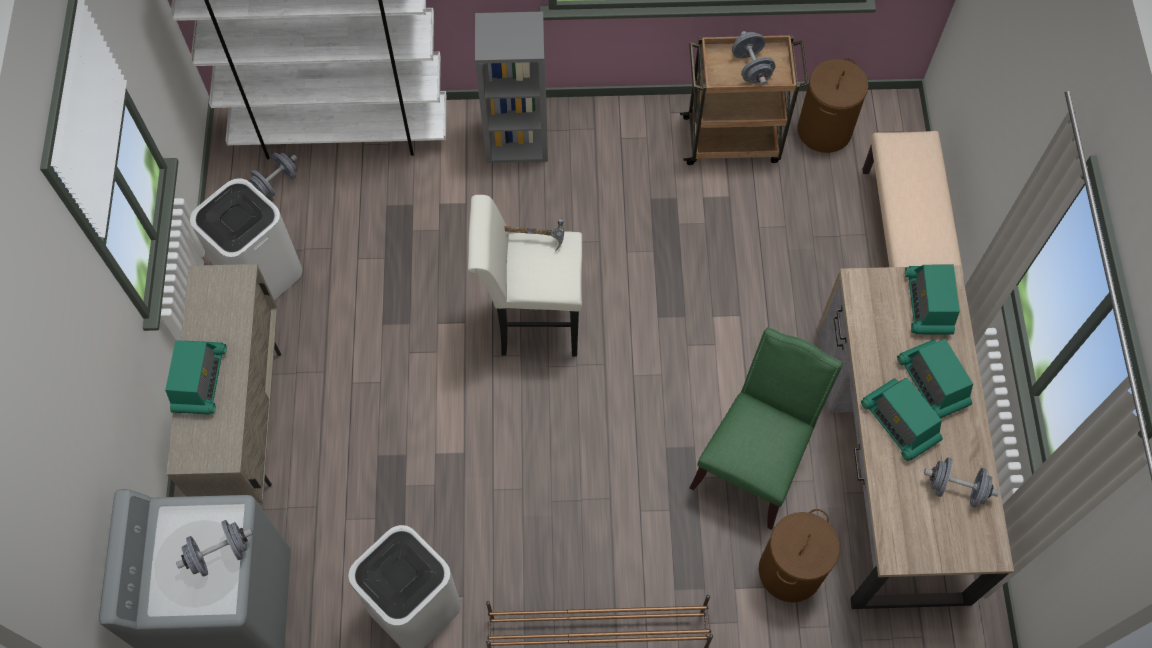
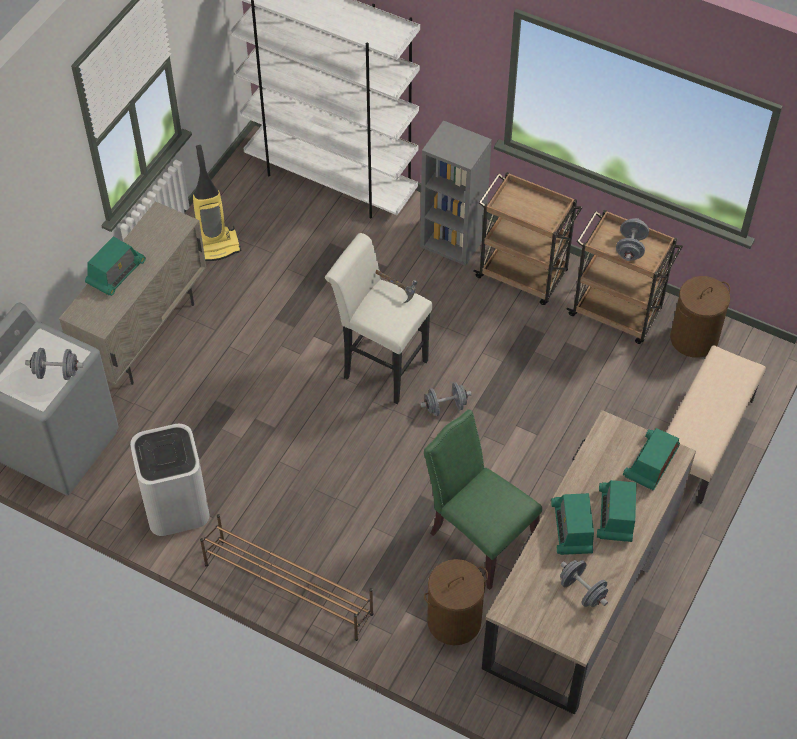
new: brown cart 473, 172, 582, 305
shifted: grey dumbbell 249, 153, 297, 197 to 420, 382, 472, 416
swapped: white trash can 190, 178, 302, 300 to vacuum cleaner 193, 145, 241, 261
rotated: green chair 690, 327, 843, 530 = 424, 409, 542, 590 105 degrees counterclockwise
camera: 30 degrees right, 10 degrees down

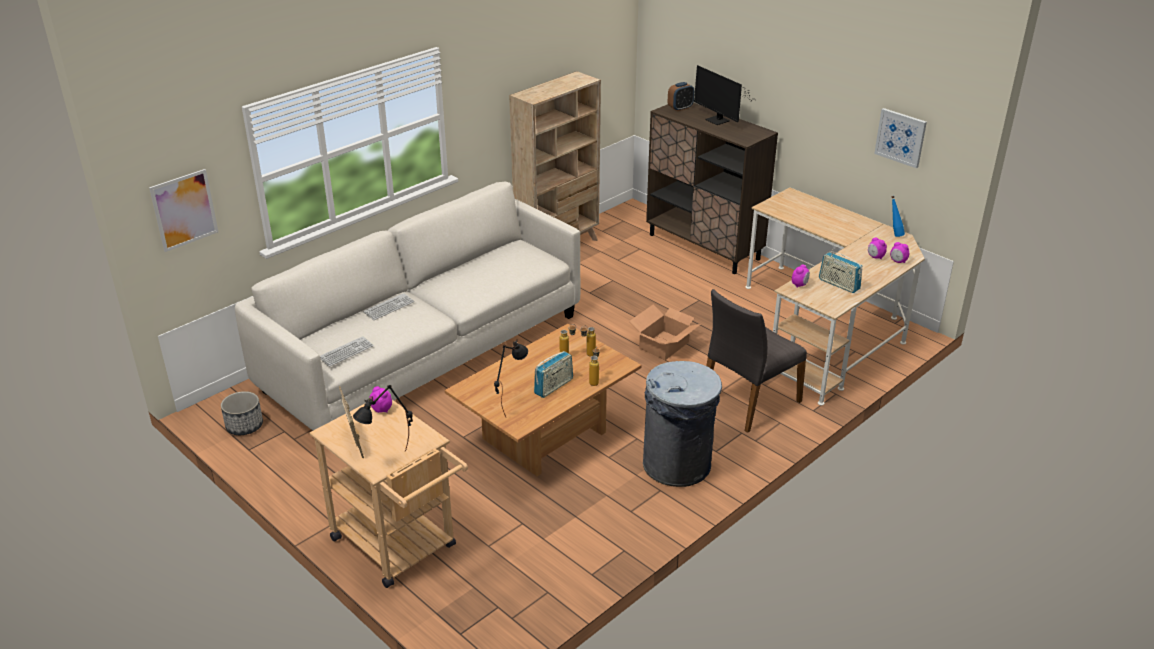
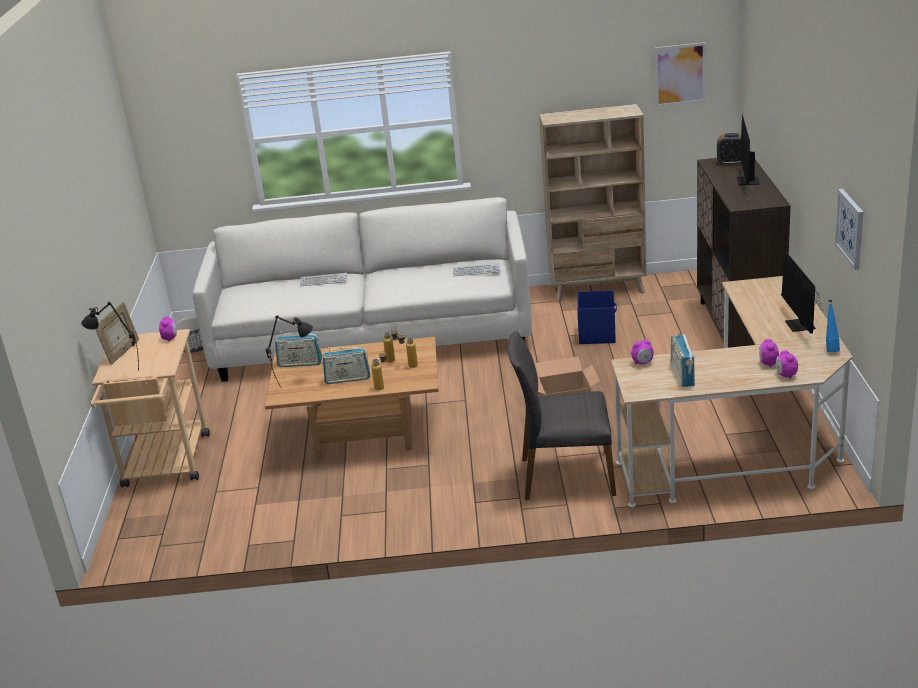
gone: grey trash can 643, 361, 722, 487
new: radio 275, 332, 322, 367; blue storage box 577, 290, 617, 344; monitor 781, 251, 825, 334
shifted: keyboard 320, 336, 374, 367 to 453, 263, 501, 276; picture 149, 169, 218, 252 to 655, 42, 706, 107
camera: 45 degrees right, 5 degrees down

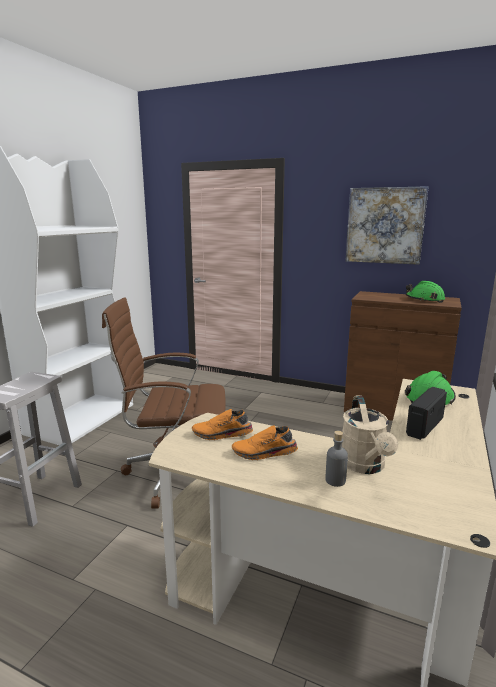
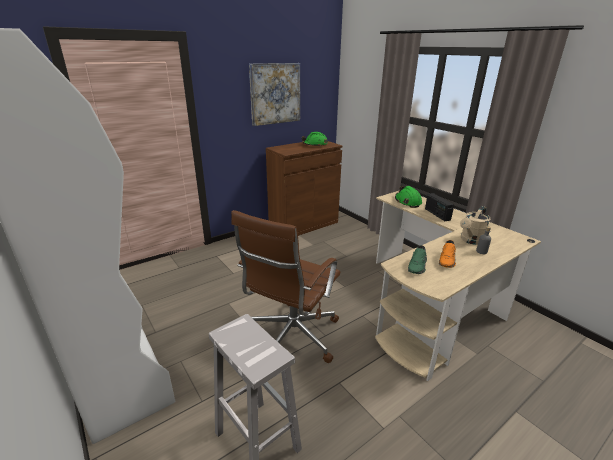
repainted: orange shoe 192, 409, 253, 440 to green shoe 408, 245, 427, 274
rotated: beige watering can 342, 396, 398, 474 = 460, 206, 490, 245 105 degrees clockwise
camera: 60 degrees left, 10 degrees up

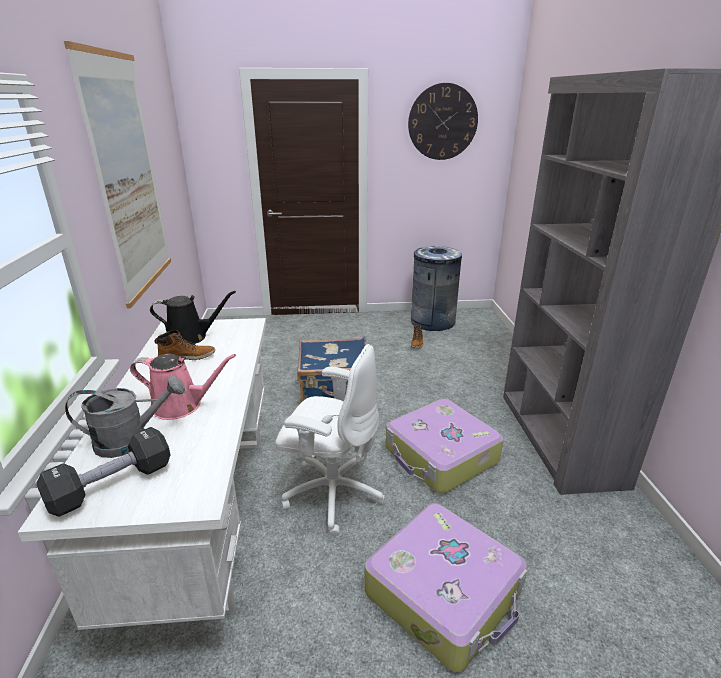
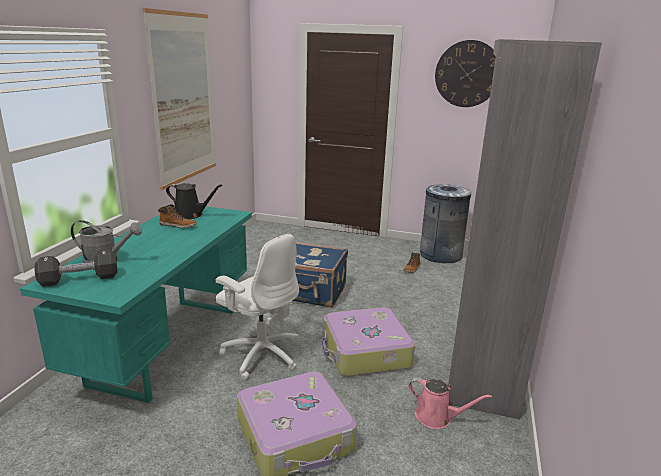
shifted: pink watering can 130, 354, 236, 420 to 409, 377, 492, 429
repainted: white desk 18, 318, 266, 630 to turquoise desk 20, 206, 252, 403
camera: 20 degrees right, 5 degrees down

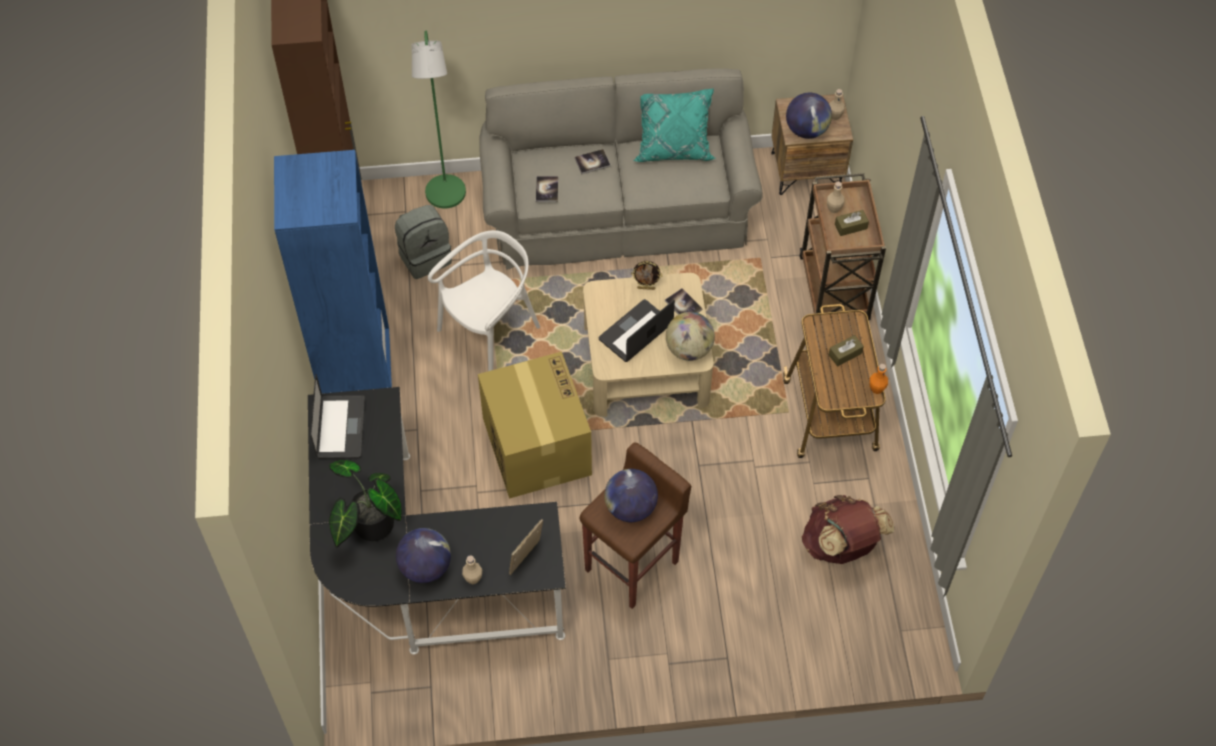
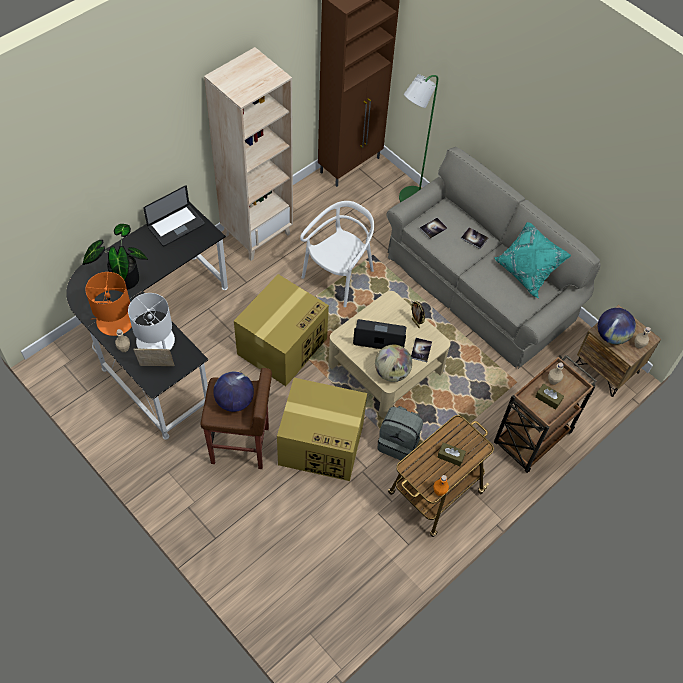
gone: brown backpack 802, 495, 894, 564
new: white table lamp 128, 293, 175, 350; cardboard box 277, 378, 367, 481
shifted: grey backpack 395, 205, 452, 279 to 377, 406, 423, 460
swapped: globe 396, 528, 451, 583 to orange table lamp 85, 272, 132, 336
repainted: blue bookcase 274, 150, 392, 394 to beige bookcase 204, 47, 293, 261
rotated: white chair 428, 230, 540, 371 = 300, 201, 374, 307 60 degrees counterclockwise
camera: 50 degrees right, 0 degrees up

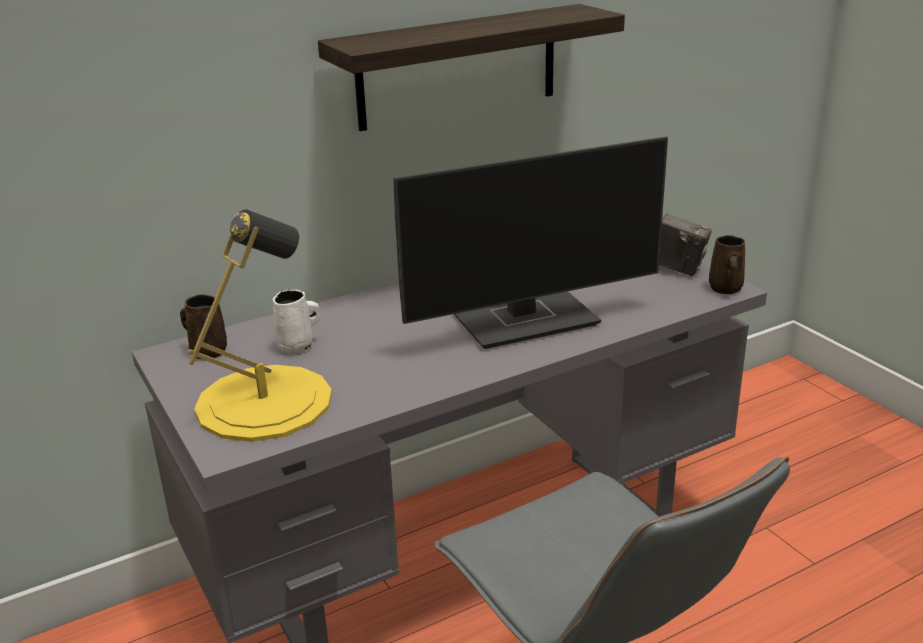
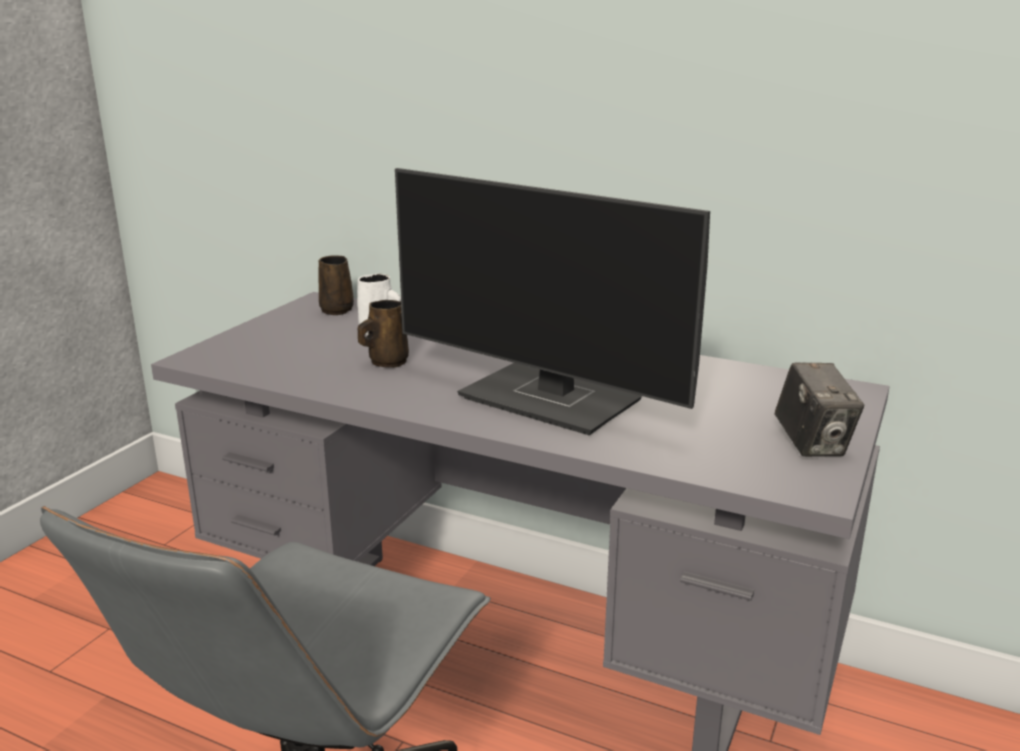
gone: yellow table lamp 188, 209, 332, 442; shelf 318, 4, 625, 131
shifted: brown mug 709, 235, 745, 294 to 358, 300, 409, 368
camera: 55 degrees right, 5 degrees down

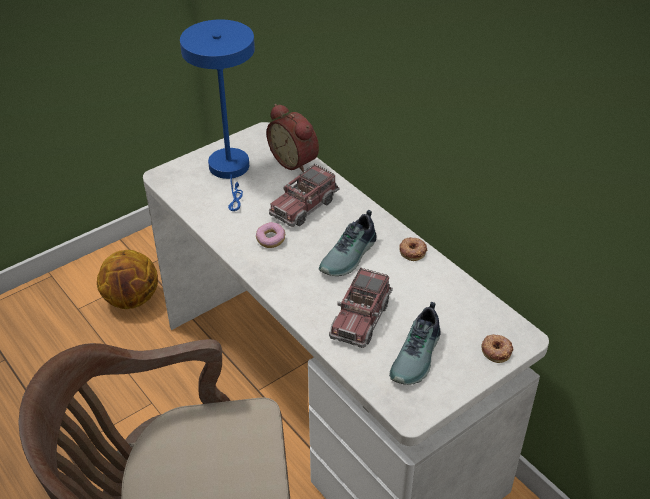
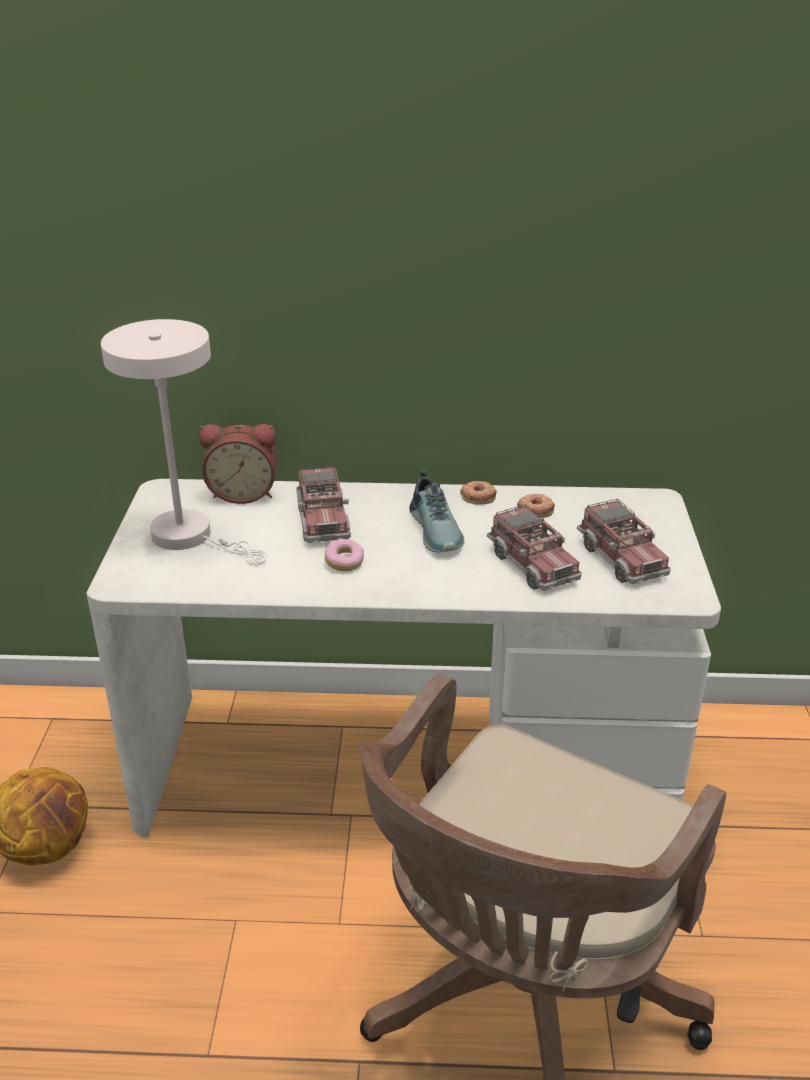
shifted: donut 481, 334, 513, 363 to 517, 494, 555, 518
swapped: shoe 389, 302, 440, 385 to toy truck 577, 499, 671, 584
repainted: blue table lamp 180, 19, 255, 211 to white table lamp 101, 319, 267, 566
camera: 50 degrees left, 10 degrees down

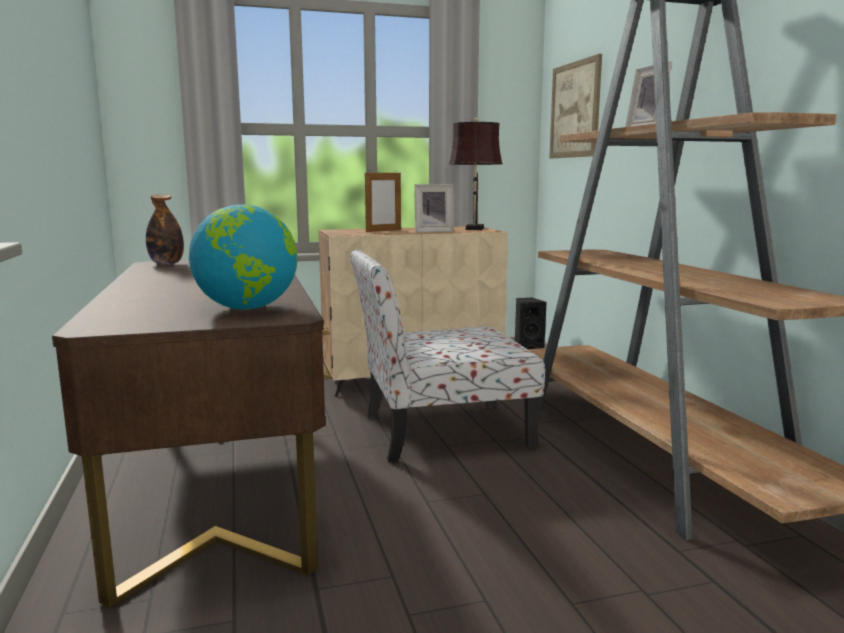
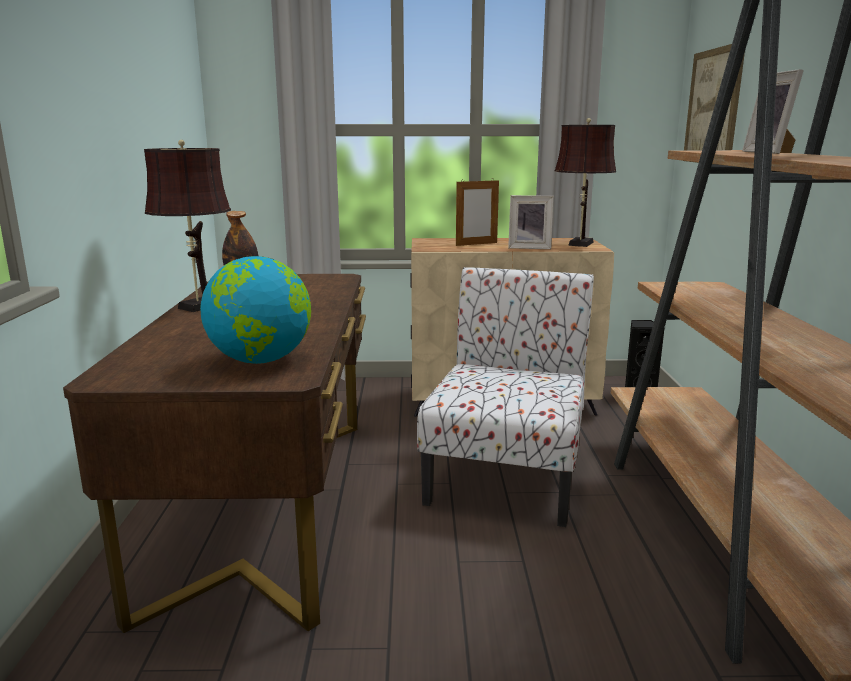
new: brown table lamp 144, 140, 231, 312
rotated: chair 350, 250, 545, 463 = 417, 267, 594, 527 105 degrees clockwise
camera: 15 degrees right, 5 degrees up

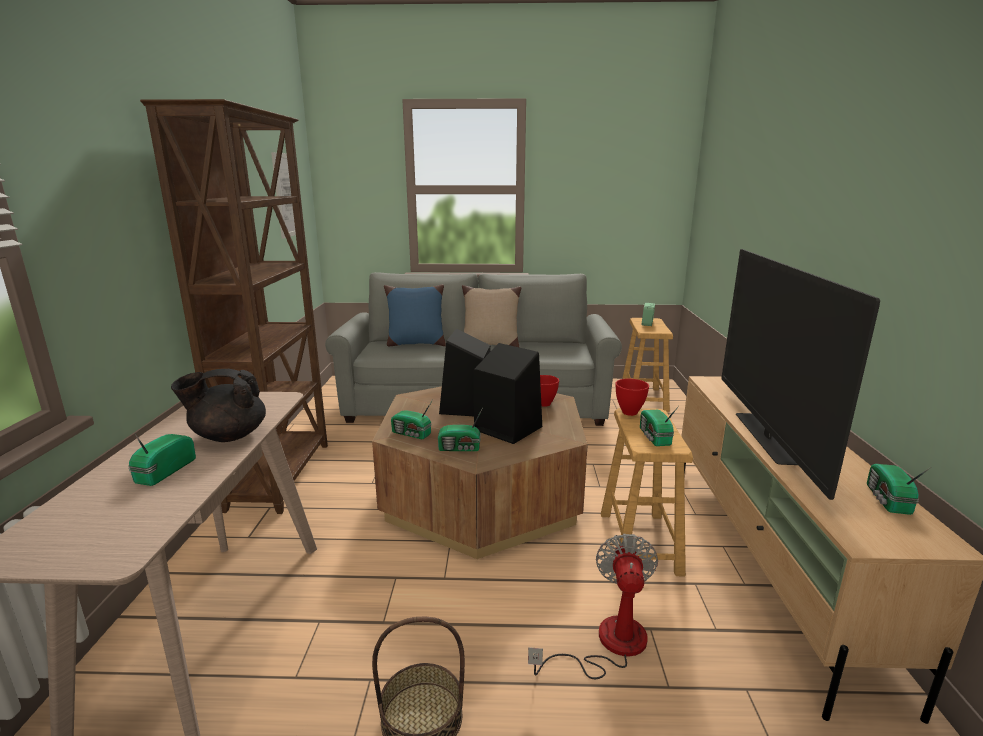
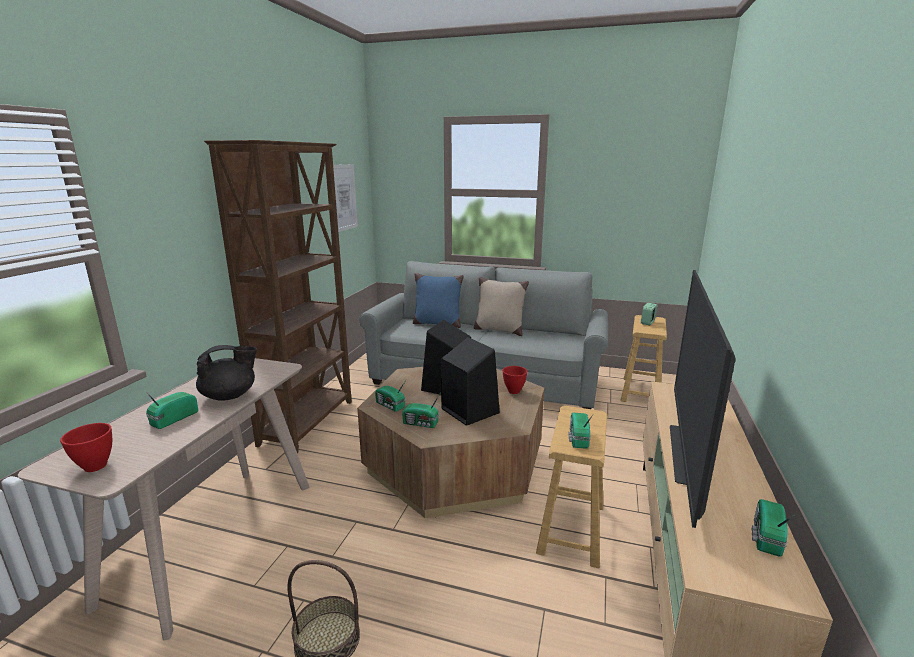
gone: fan 528, 534, 658, 679
shifted: red bowl 615, 379, 649, 416 to 60, 423, 112, 472
rotated: black teapot 171, 369, 266, 442 = 196, 345, 257, 401 150 degrees clockwise
camera: 15 degrees right, 0 degrees up

